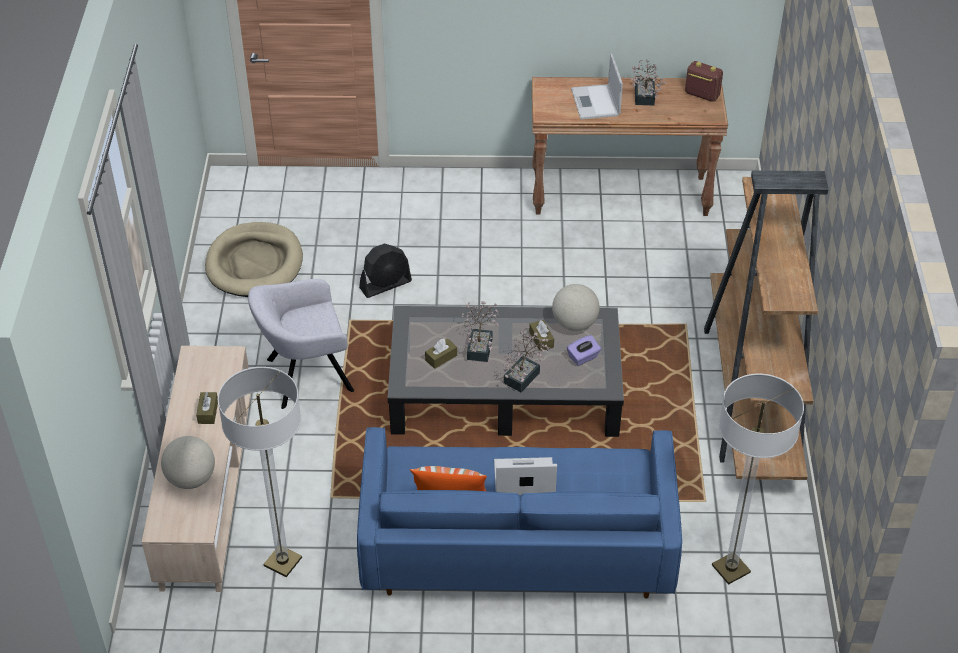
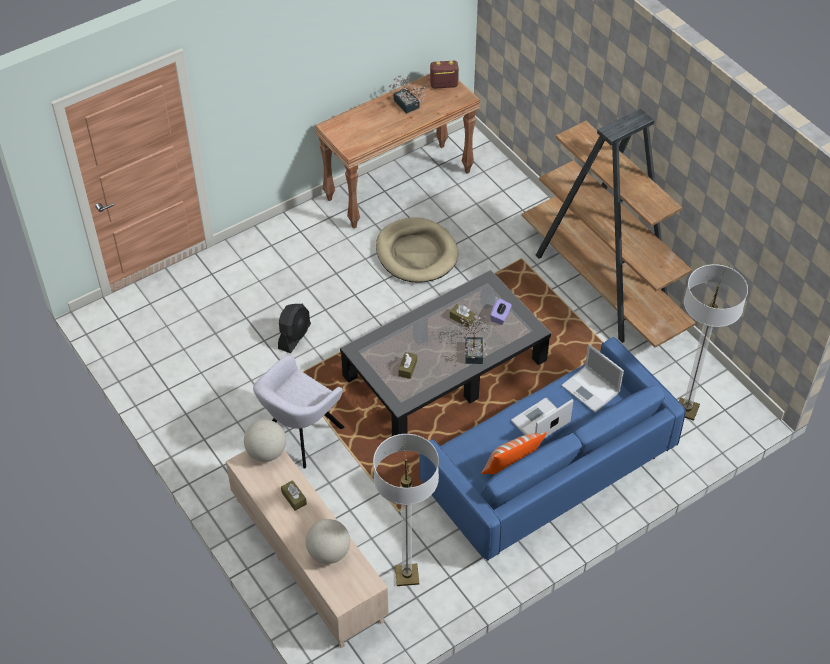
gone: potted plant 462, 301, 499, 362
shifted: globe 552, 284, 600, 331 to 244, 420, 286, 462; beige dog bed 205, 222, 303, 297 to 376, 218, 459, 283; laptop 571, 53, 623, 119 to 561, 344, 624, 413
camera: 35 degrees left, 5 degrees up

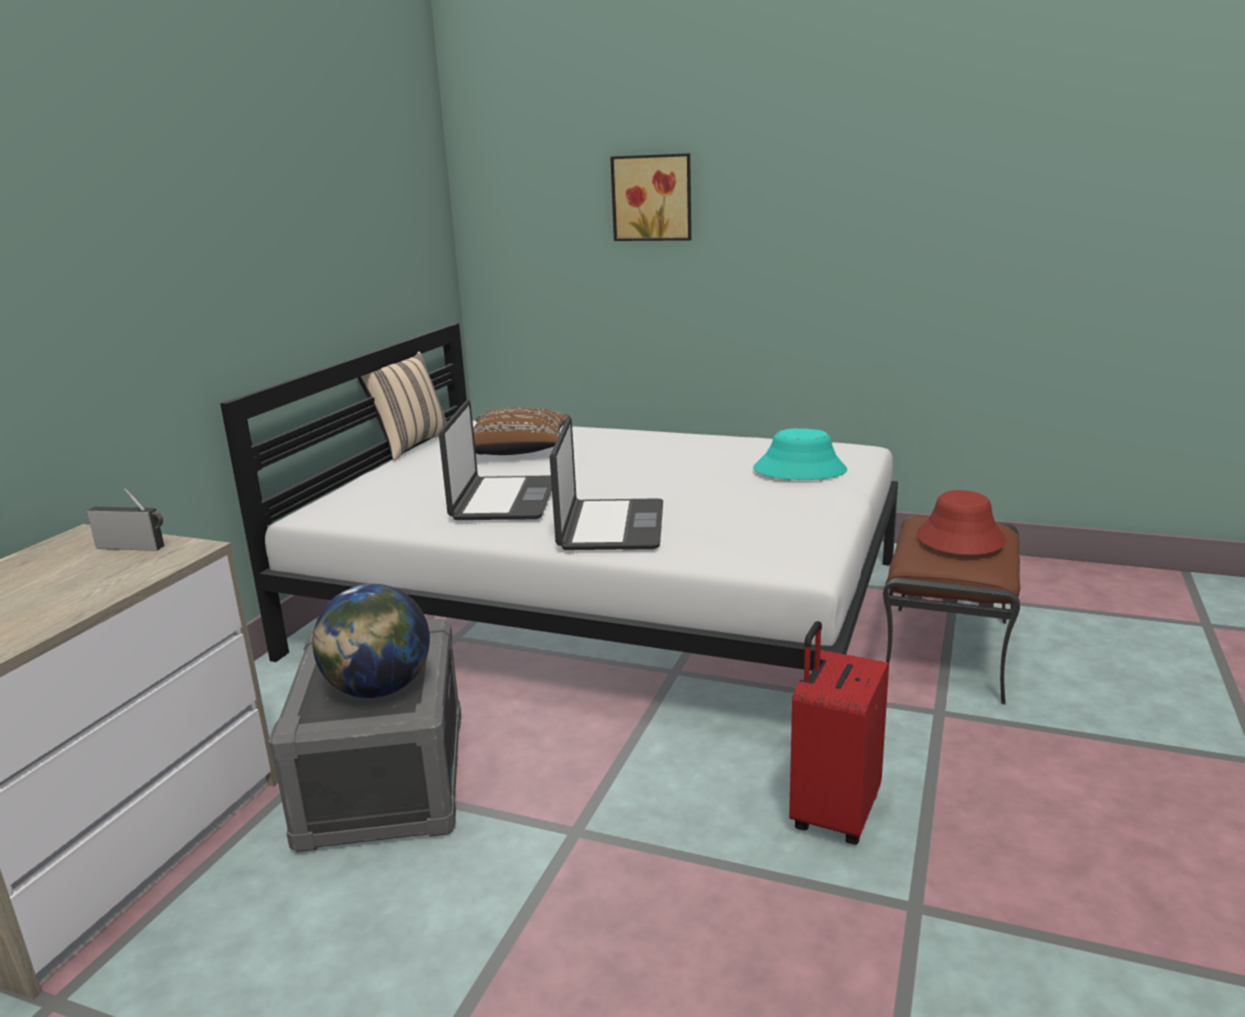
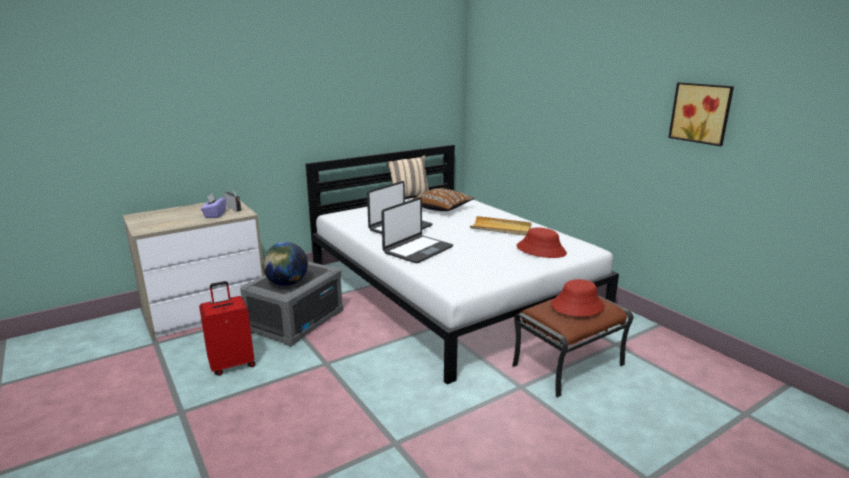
new: purple tissue box 201, 194, 226, 218; beige tray 470, 216, 531, 236
shifted: red suitcase 789, 621, 889, 845 to 199, 281, 256, 376; picture 610, 153, 691, 241 to 668, 82, 734, 146
repainted: turquoise hat 753, 428, 847, 480 to red hat 516, 227, 567, 258
camera: 35 degrees right, 0 degrees up

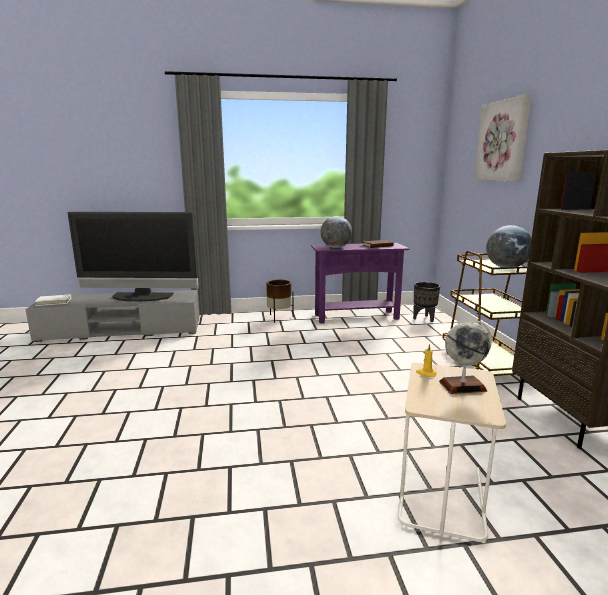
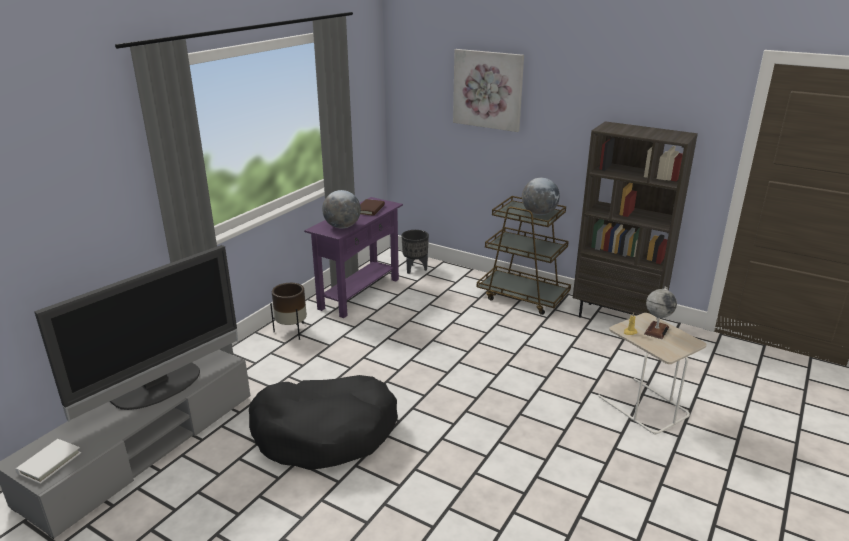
new: black dog bed 249, 375, 398, 470
camera: 50 degrees left, 10 degrees up

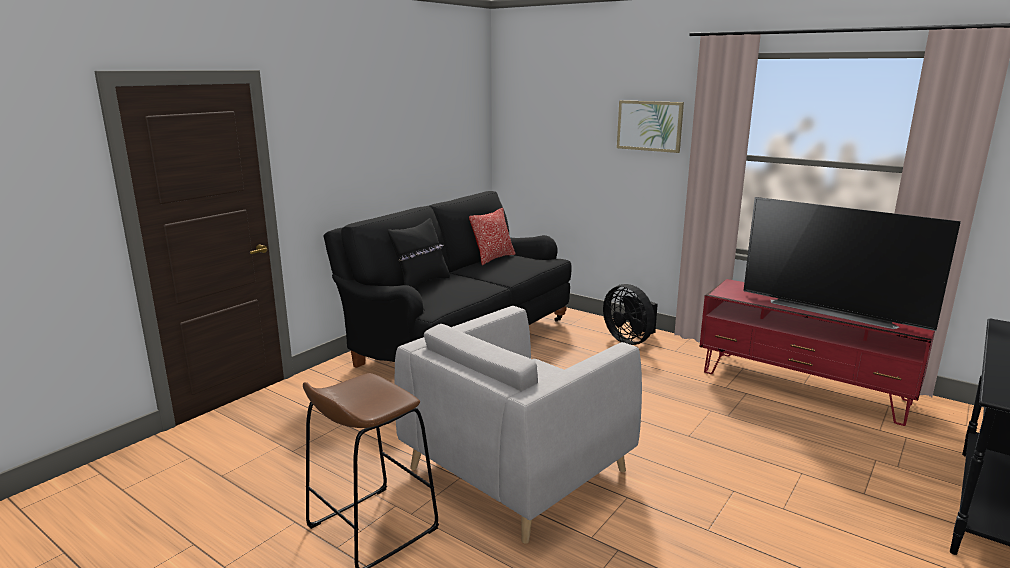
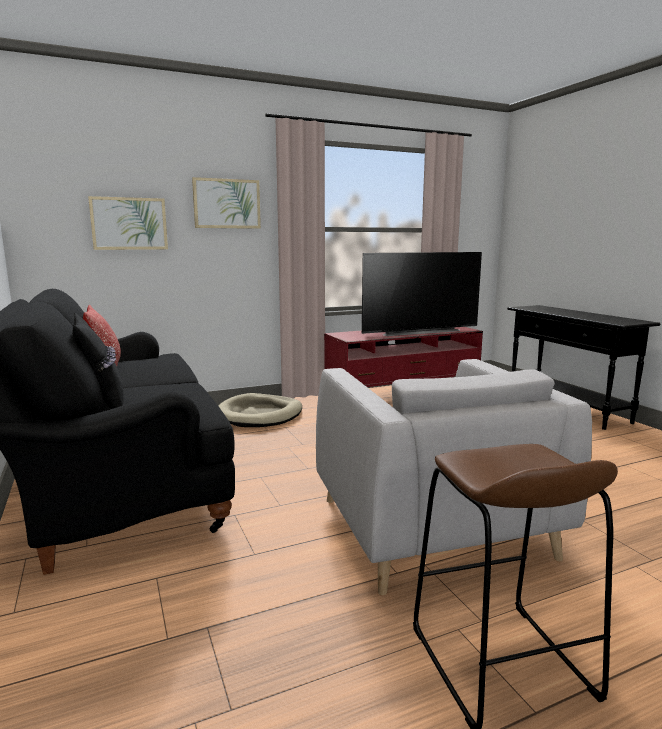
new: picture 88, 196, 168, 250
swapped: black fan 603, 284, 658, 345 to beige dog bed 219, 393, 302, 427
camera: 60 degrees left, 5 degrees down

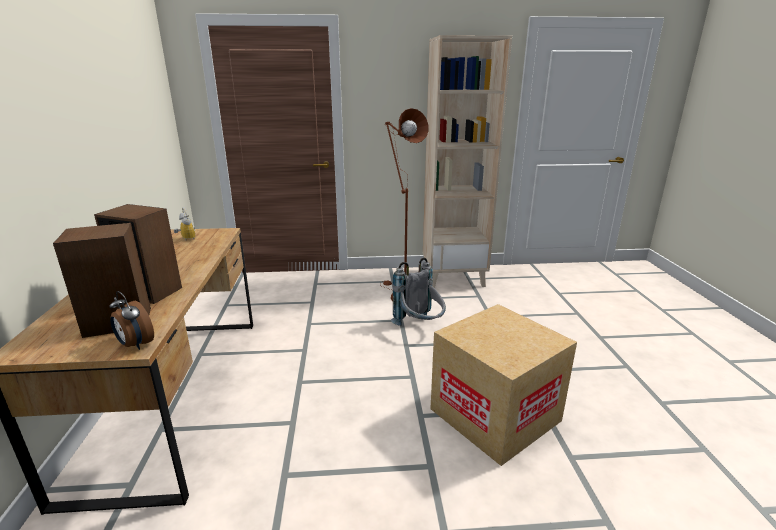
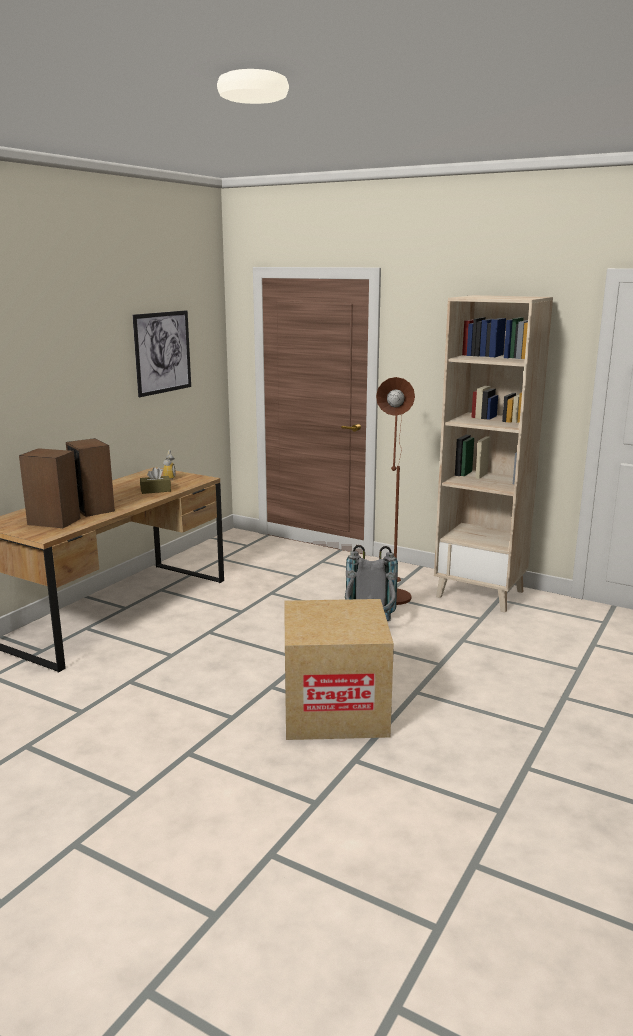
gone: alarm clock 109, 291, 154, 350
new: picture 133, 310, 191, 397; brown tissue box 140, 467, 171, 494
camera: 35 degrees right, 5 degrees down

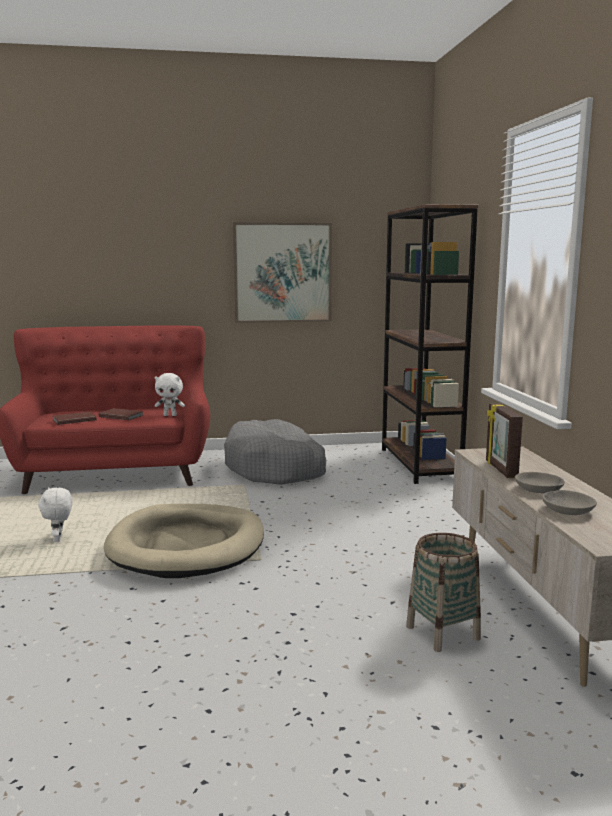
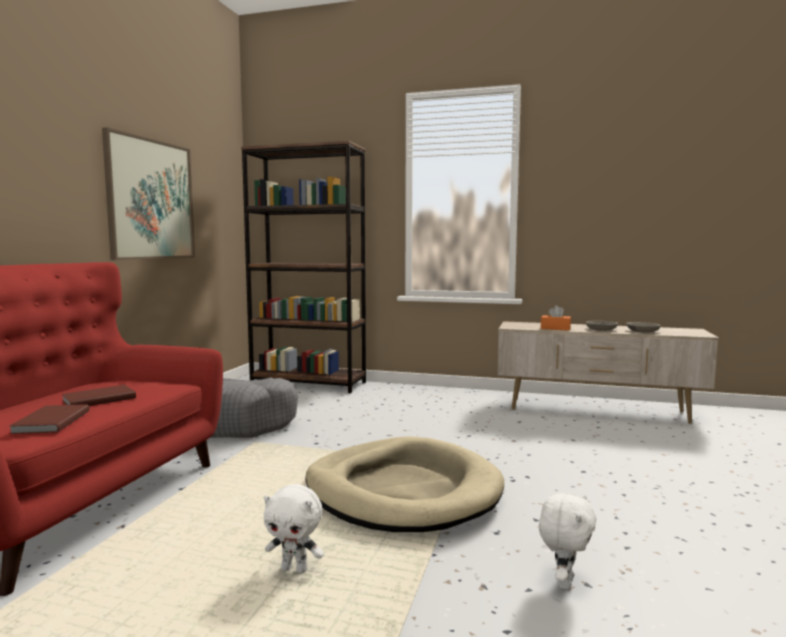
gone: basket 406, 533, 481, 652
shifted: white plush toy 155, 373, 185, 416 to 539, 493, 596, 589
swapped: picture frame 486, 403, 523, 478 to orange tissue box 541, 305, 571, 331
camera: 65 degrees left, 5 degrees down

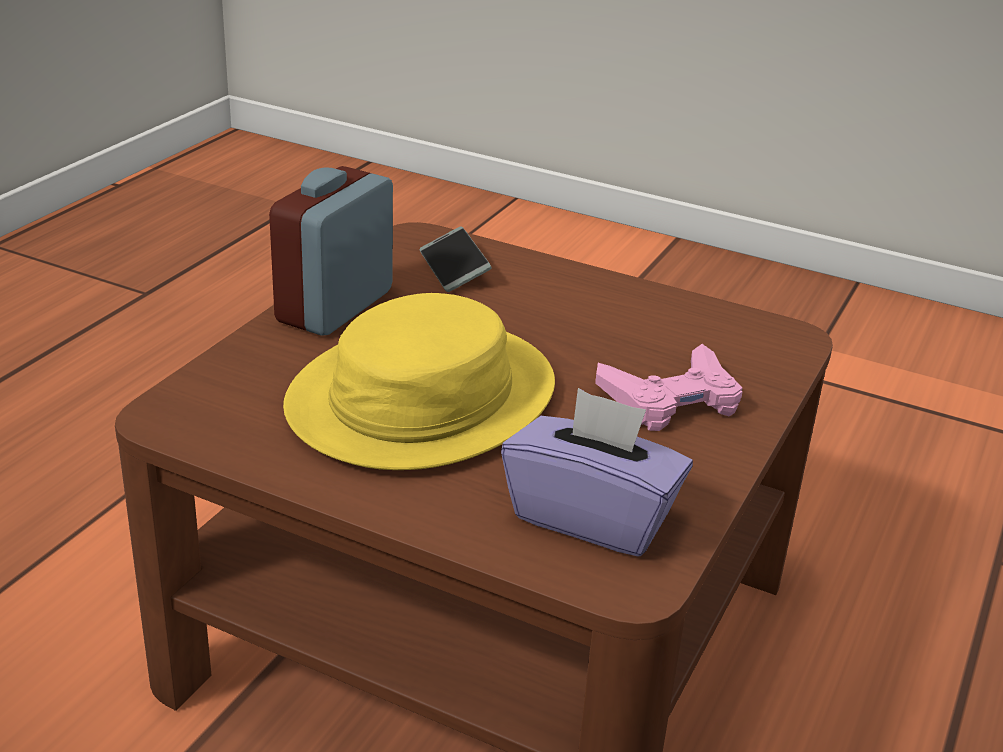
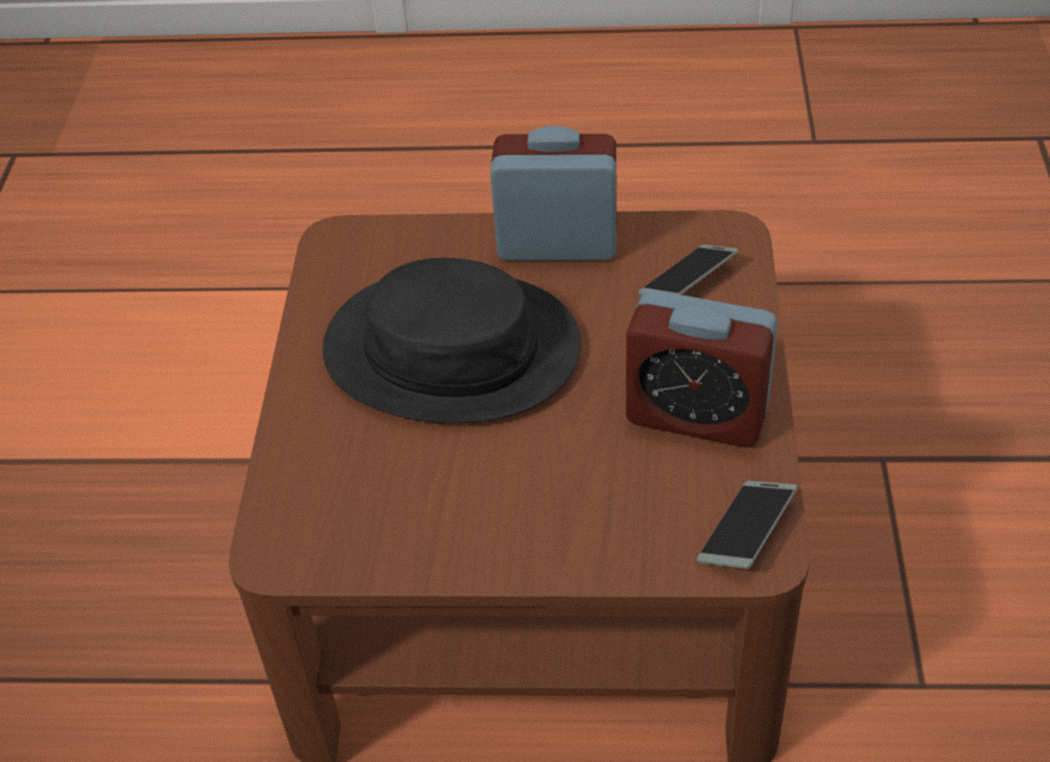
gone: purple tissue box 501, 388, 693, 556; pink game controller 595, 344, 743, 431
new: alarm clock 626, 290, 778, 448; phone 697, 481, 797, 569
repainted: yellow hat 283, 293, 555, 470 to black hat 323, 258, 581, 423
camera: 70 degrees right, 15 degrees up

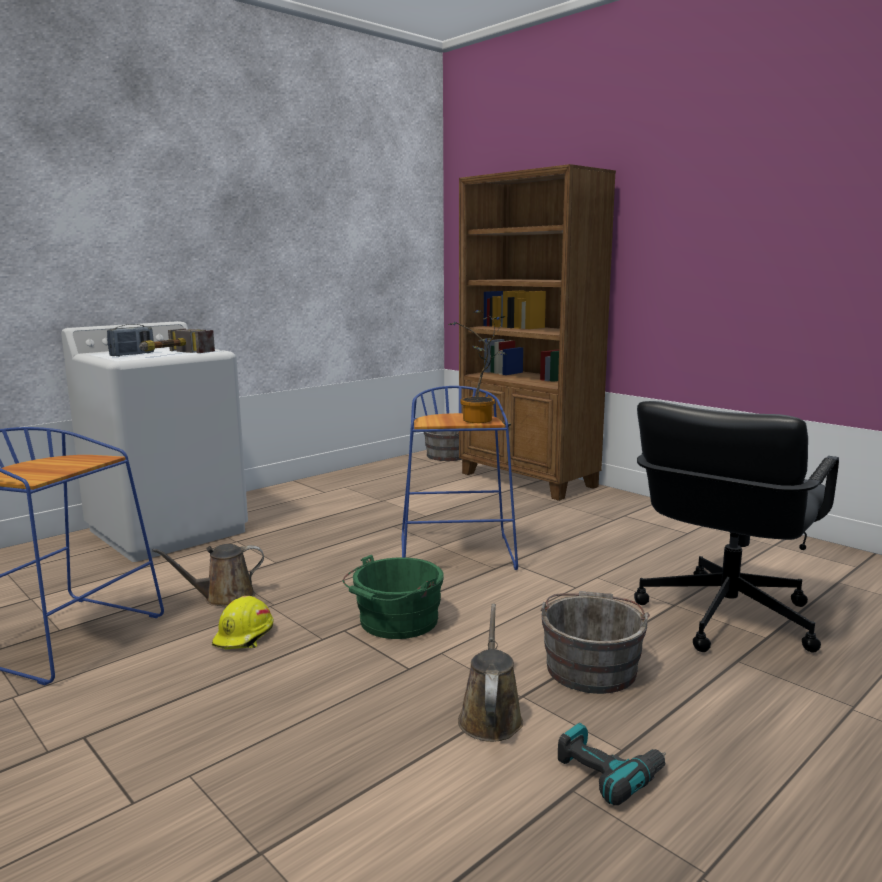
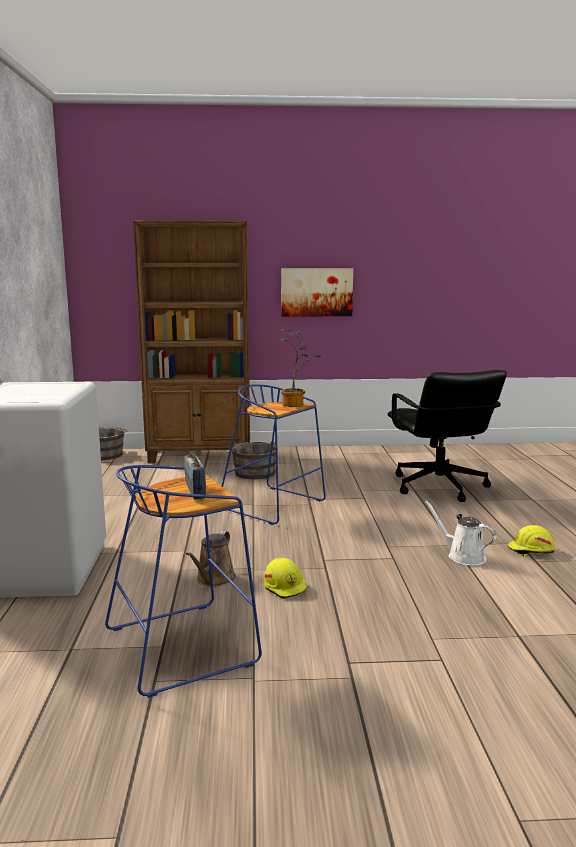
gone: hammer 139, 329, 215, 353; green bucket 343, 555, 444, 639
new: picture 281, 268, 353, 317
shifted: radio 107, 324, 154, 356 to 184, 454, 206, 499; grey bucket 541, 591, 650, 694 to 228, 441, 278, 479
swapped: power drill 558, 723, 666, 805 to yellow hard hat 507, 525, 555, 557
repainted: brown watering can 458, 604, 523, 742 to white watering can 425, 501, 496, 566
camera: 50 degrees left, 0 degrees up

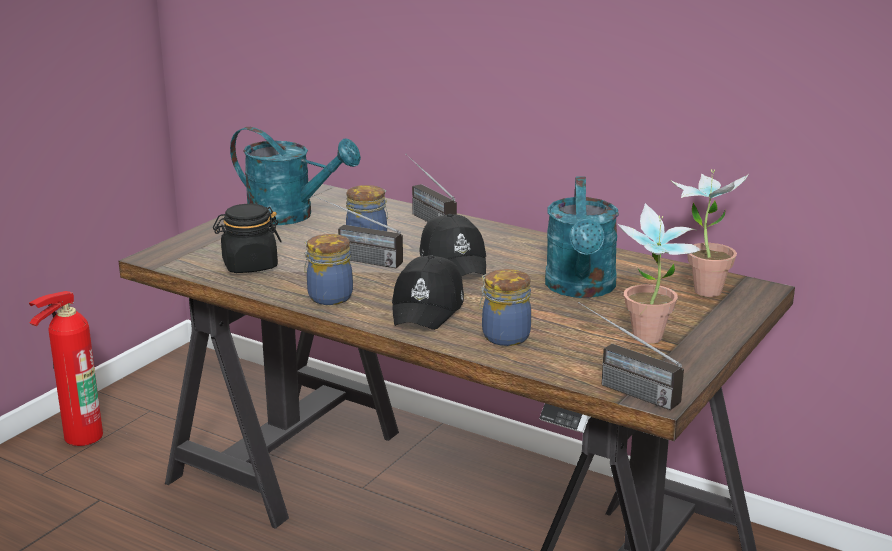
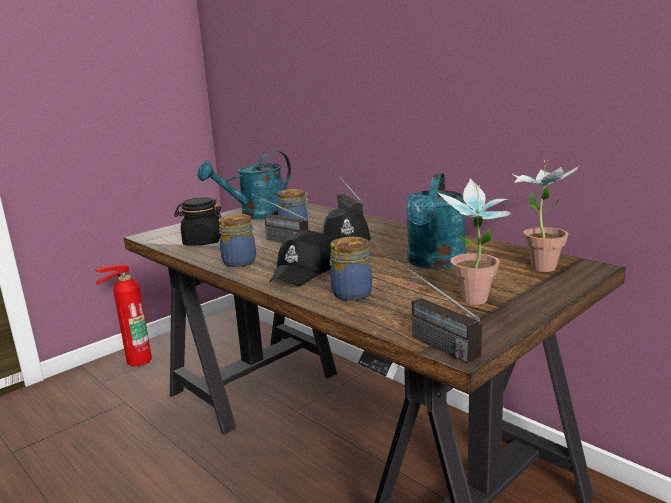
rotated: turquoise watering can 230, 127, 361, 225 = 198, 151, 291, 219 105 degrees clockwise
camera: 15 degrees right, 5 degrees down

